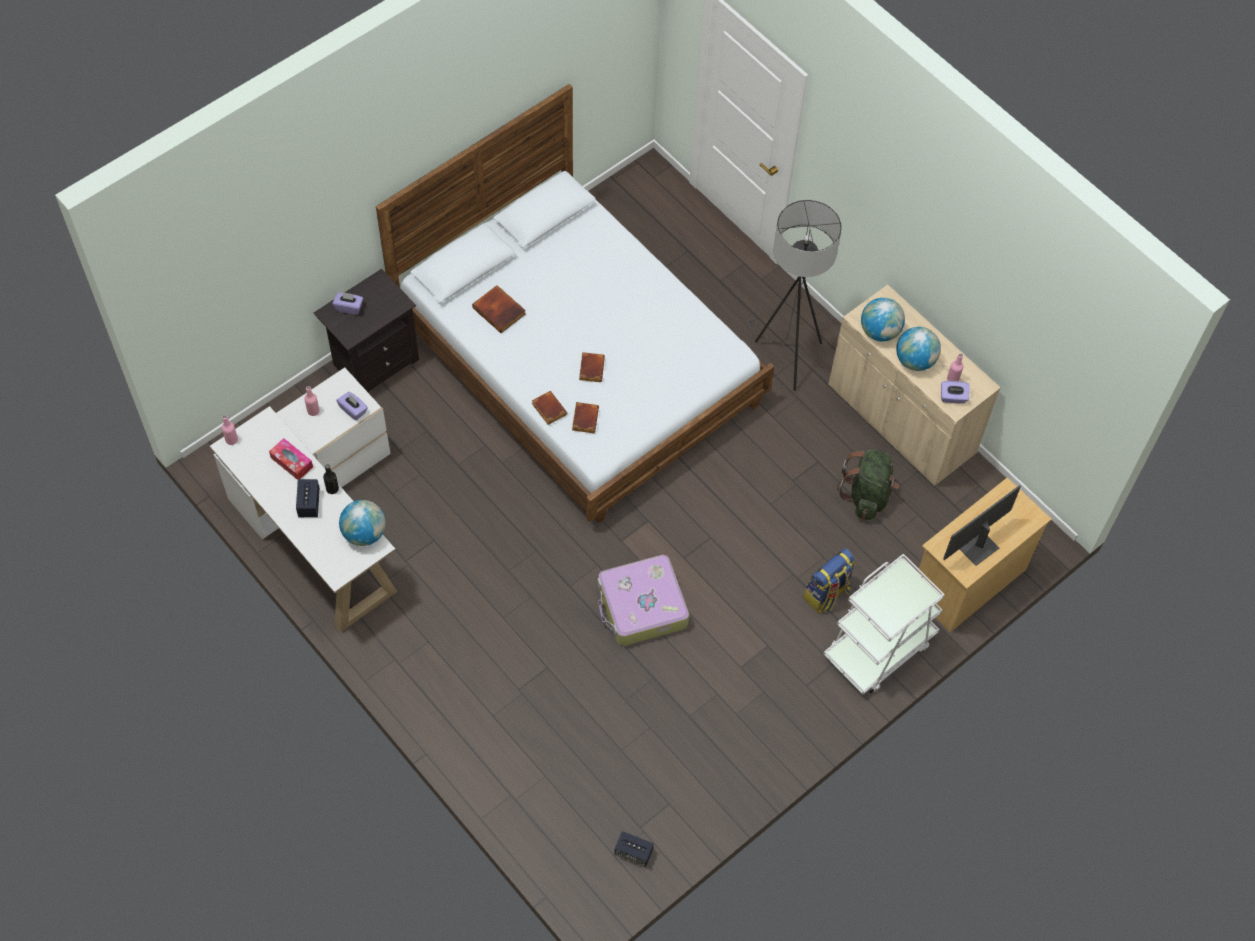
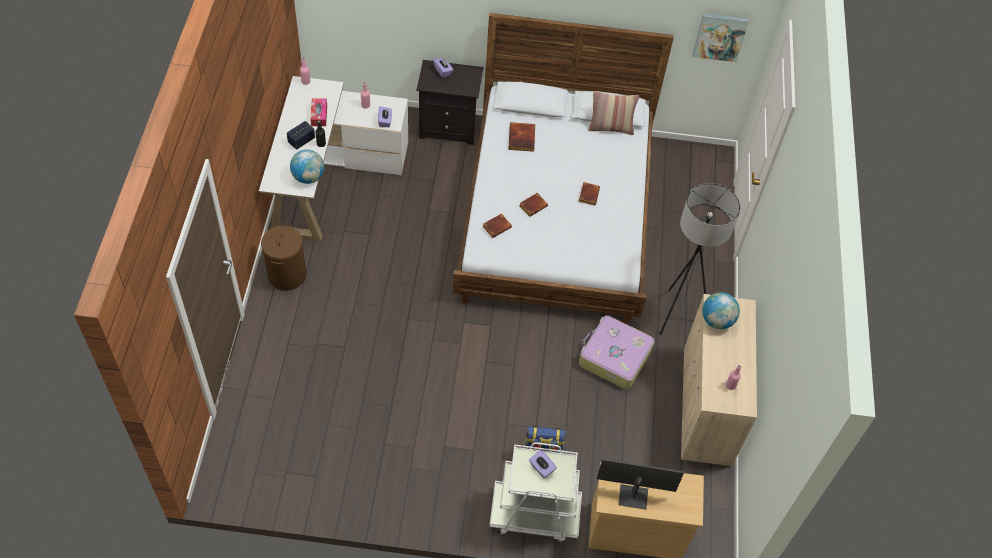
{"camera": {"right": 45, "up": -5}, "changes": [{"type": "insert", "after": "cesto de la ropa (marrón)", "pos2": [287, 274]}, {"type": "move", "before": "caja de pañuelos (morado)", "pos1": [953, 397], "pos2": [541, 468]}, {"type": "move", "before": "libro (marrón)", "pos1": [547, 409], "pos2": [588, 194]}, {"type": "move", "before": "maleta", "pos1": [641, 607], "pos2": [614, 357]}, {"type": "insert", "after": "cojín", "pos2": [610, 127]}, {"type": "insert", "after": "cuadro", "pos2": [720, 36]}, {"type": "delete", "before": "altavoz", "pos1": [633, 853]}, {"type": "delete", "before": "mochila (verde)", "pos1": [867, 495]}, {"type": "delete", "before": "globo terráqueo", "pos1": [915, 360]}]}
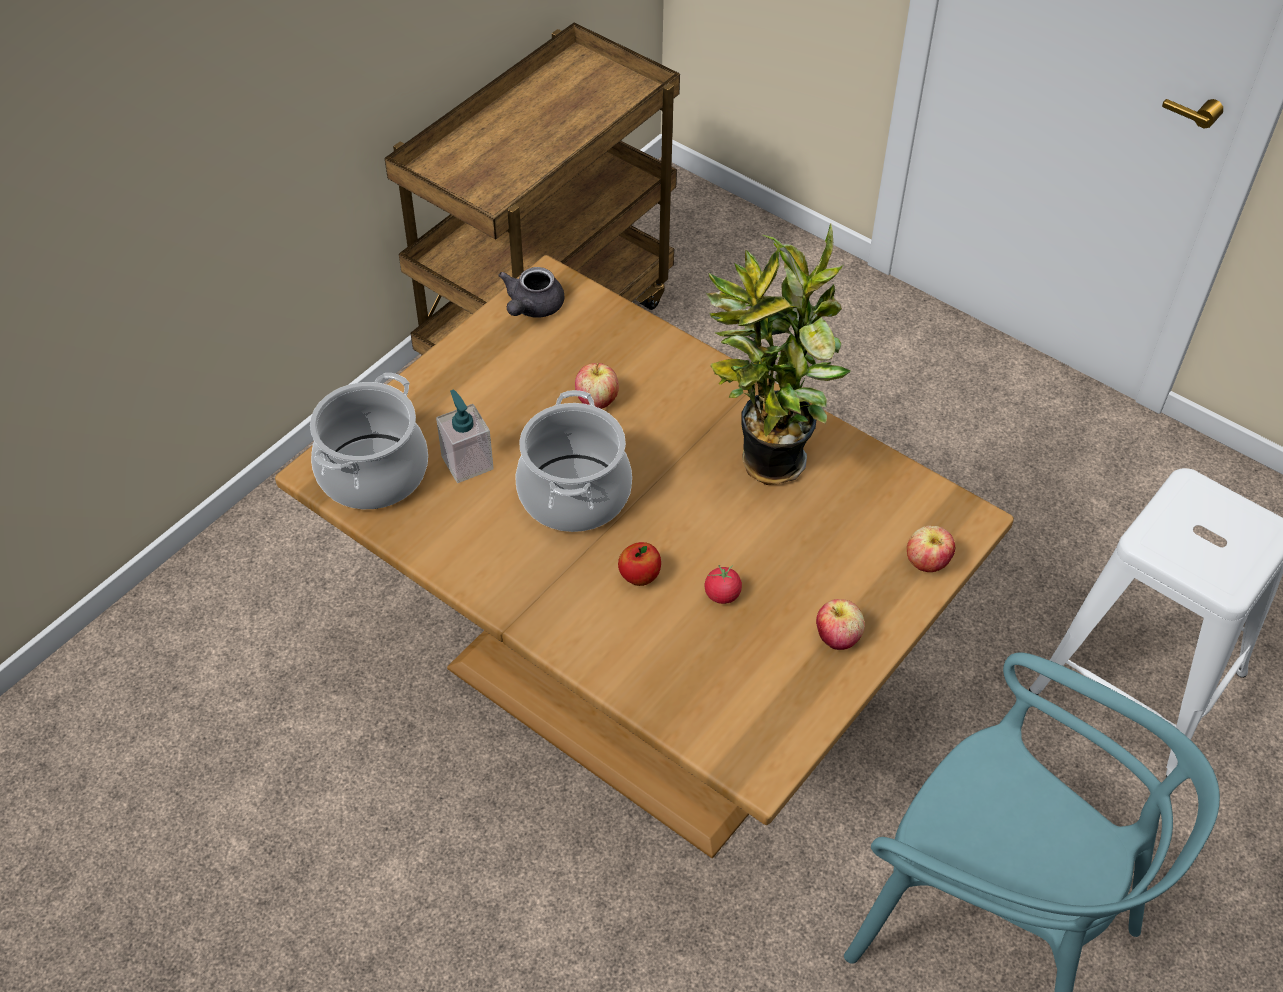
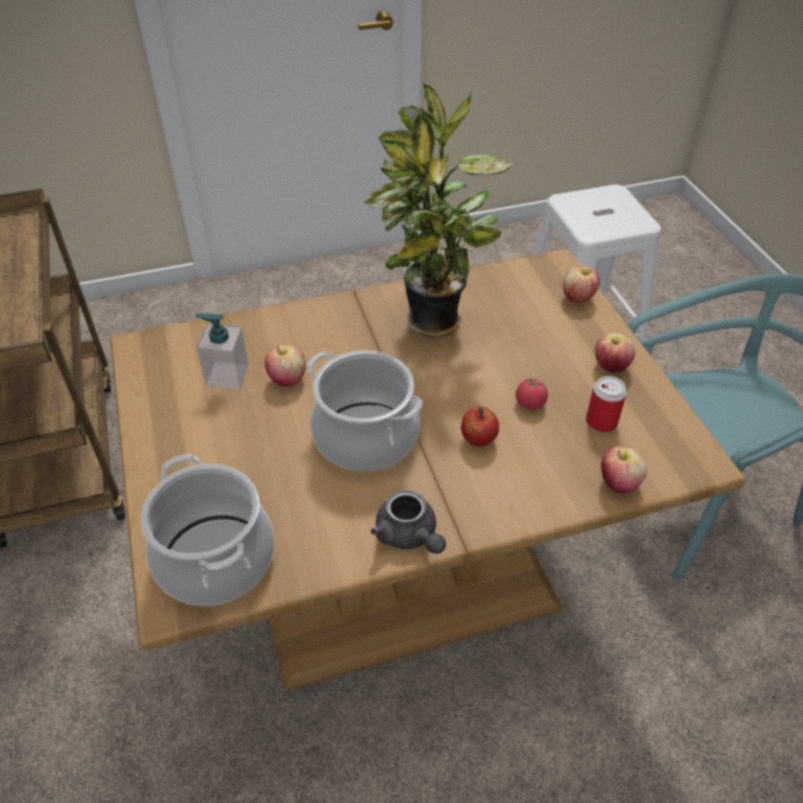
{"camera": {"right": -55, "up": -5}, "changes": [{"type": "move", "before": "dispensador de jabón", "pos1": [467, 462], "pos2": [227, 375]}, {"type": "move", "before": "tetera (gris)", "pos1": [532, 308], "pos2": [409, 536]}, {"type": "insert", "after": "lata", "pos2": [601, 422]}, {"type": "insert", "after": "manzana", "pos2": [618, 483]}]}
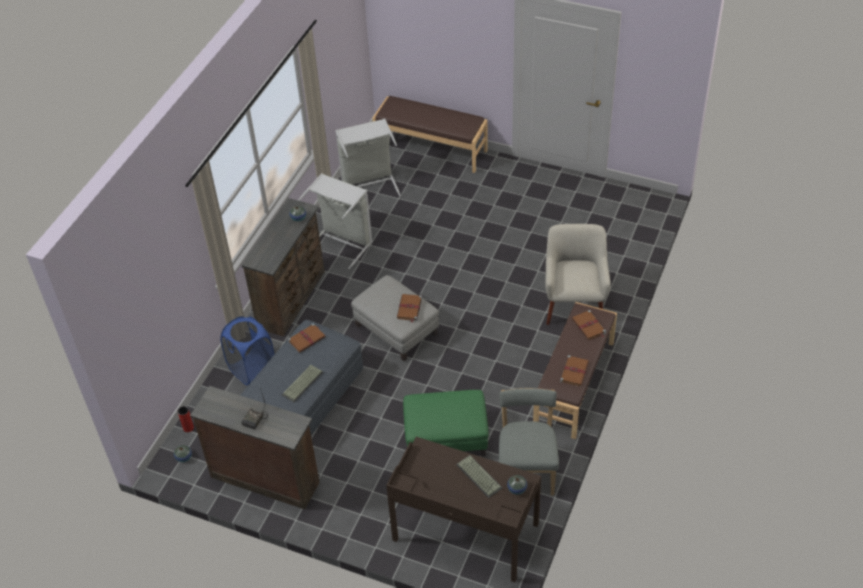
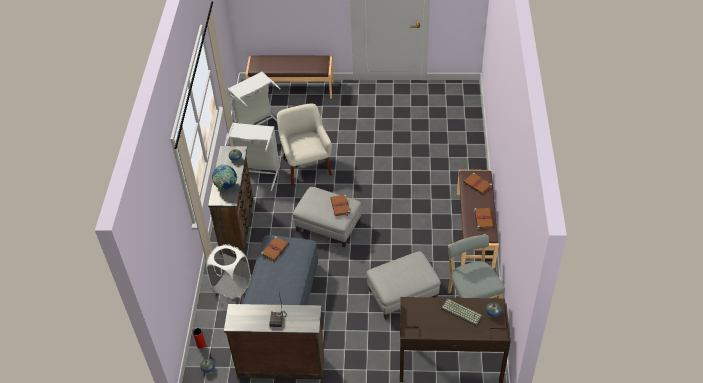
{"camera": {"right": -20, "up": 0}, "changes": [{"type": "recolor", "before": "cesto de la ropa (azul)", "after": "cesto de la ropa (blanco)", "pos1": [252, 370], "pos2": [231, 286]}, {"type": "insert", "after": "globo terráqueo", "pos2": [226, 186]}, {"type": "move", "before": "sillón (beis)", "pos1": [574, 303], "pos2": [306, 165]}, {"type": "recolor", "before": "puf (verde)", "after": "puf (gris)", "pos1": [446, 438], "pos2": [402, 294]}, {"type": "delete", "before": "teclado", "pos1": [302, 384]}]}
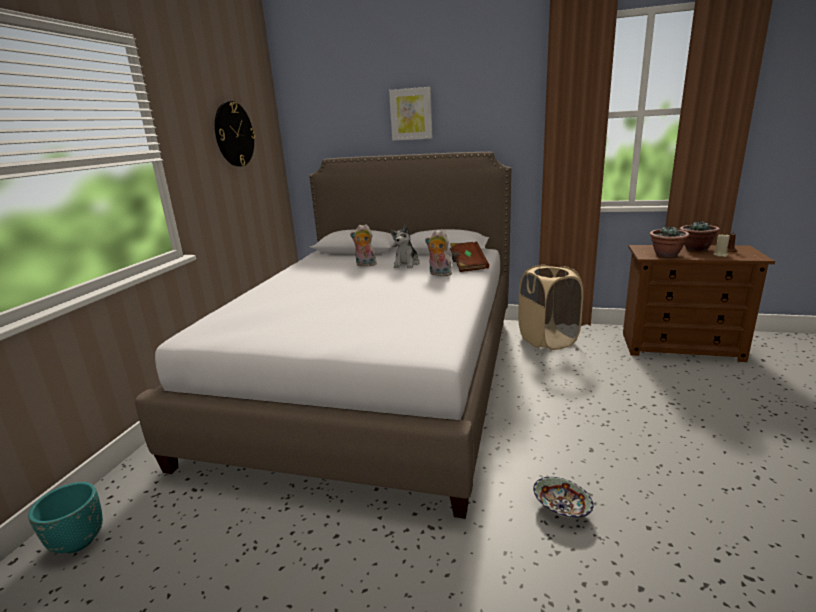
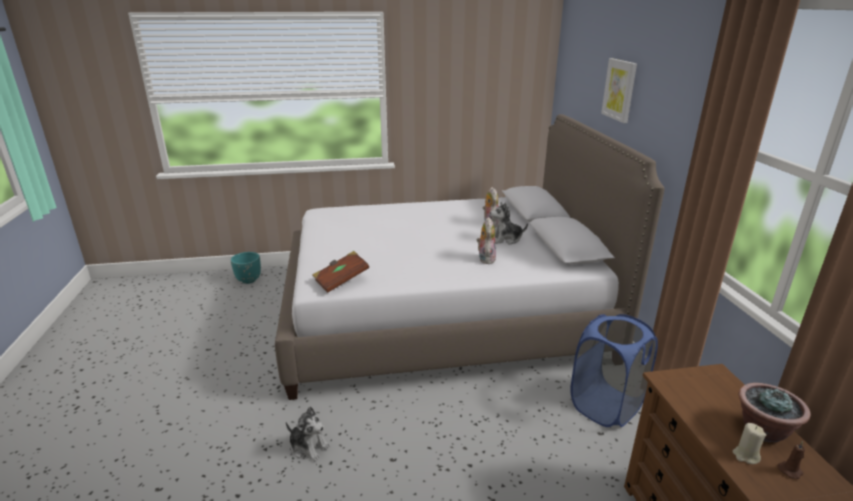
{"camera": {"right": 65, "up": 5}, "changes": [{"type": "replace", "before": "cuenco", "after": "peluche", "pos1": [561, 509], "pos2": [308, 447]}, {"type": "move", "before": "libro (marrón)", "pos1": [468, 265], "pos2": [341, 280]}, {"type": "recolor", "before": "cesto de la ropa (beis)", "after": "cesto de la ropa (azul)", "pos1": [548, 340], "pos2": [606, 406]}, {"type": "delete", "before": "reloj de pared", "pos1": [234, 134]}, {"type": "delete", "before": "planta en maceta", "pos1": [666, 254]}]}
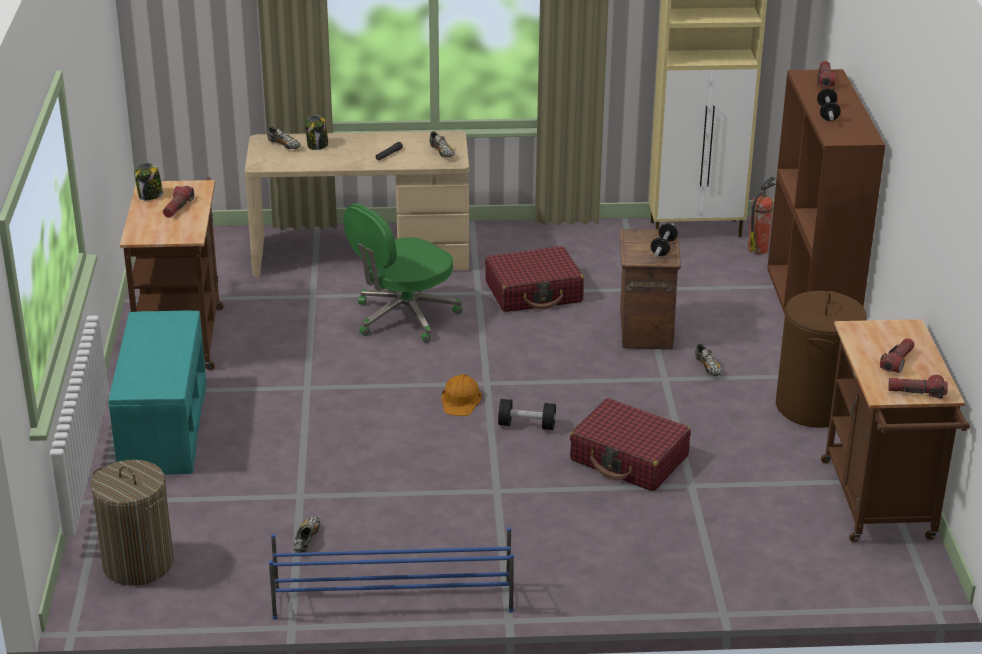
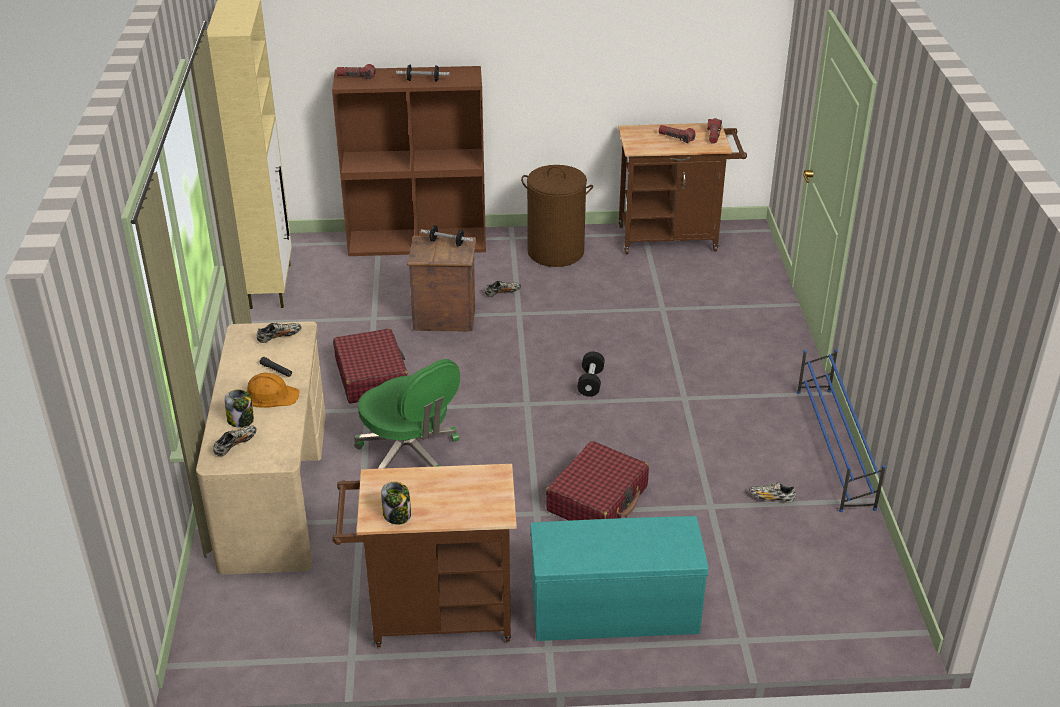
{"camera": {"right": -90, "up": 5}, "changes": [{"type": "move", "before": "casco (naranja)", "pos1": [461, 400], "pos2": [271, 395]}, {"type": "move", "before": "maleta (rojo)", "pos1": [629, 459], "pos2": [597, 499]}, {"type": "delete", "before": "cesto de la ropa", "pos1": [138, 563]}, {"type": "delete", "before": "linterna", "pos1": [178, 207]}, {"type": "delete", "before": "extintor", "pos1": [758, 249]}]}
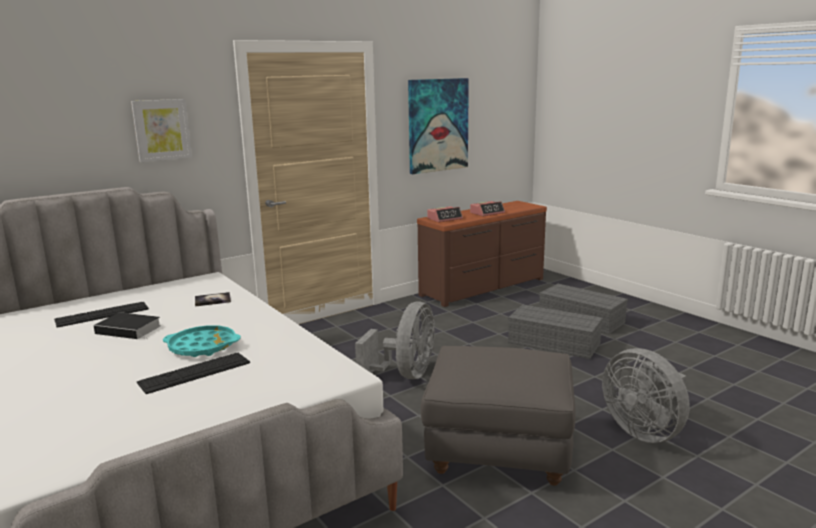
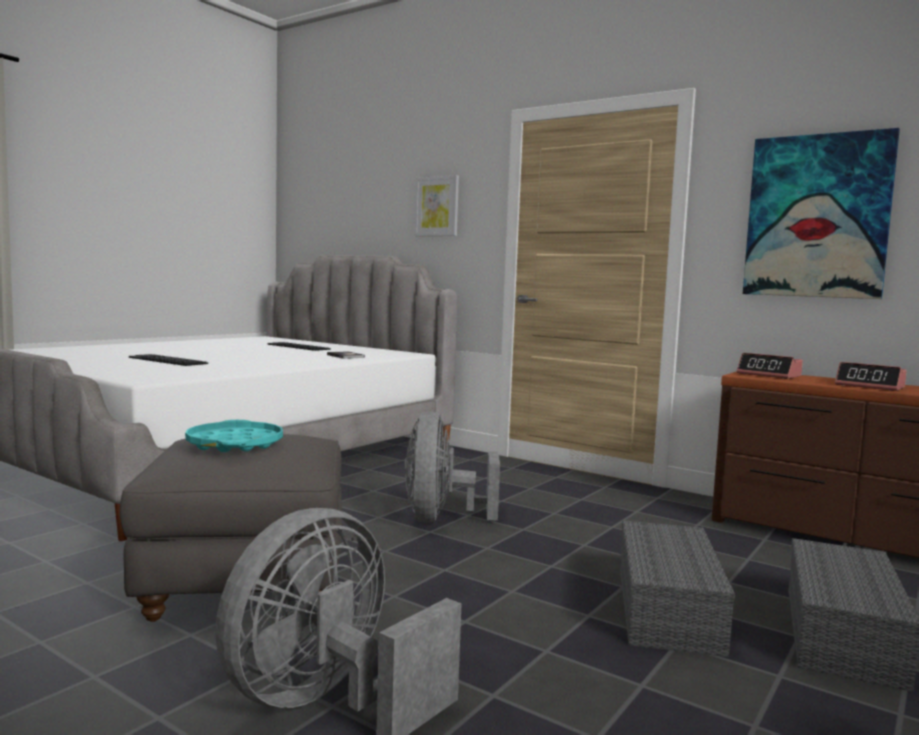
{"camera": {"right": 70, "up": -10}, "changes": [{"type": "move", "before": "bandeja (turquesa)", "pos1": [202, 347], "pos2": [235, 444]}, {"type": "rotate", "before": "ventilador (gris)", "pos1": [405, 375], "pos2": [441, 519], "turn": 90}, {"type": "delete", "before": "libro", "pos1": [130, 329]}]}
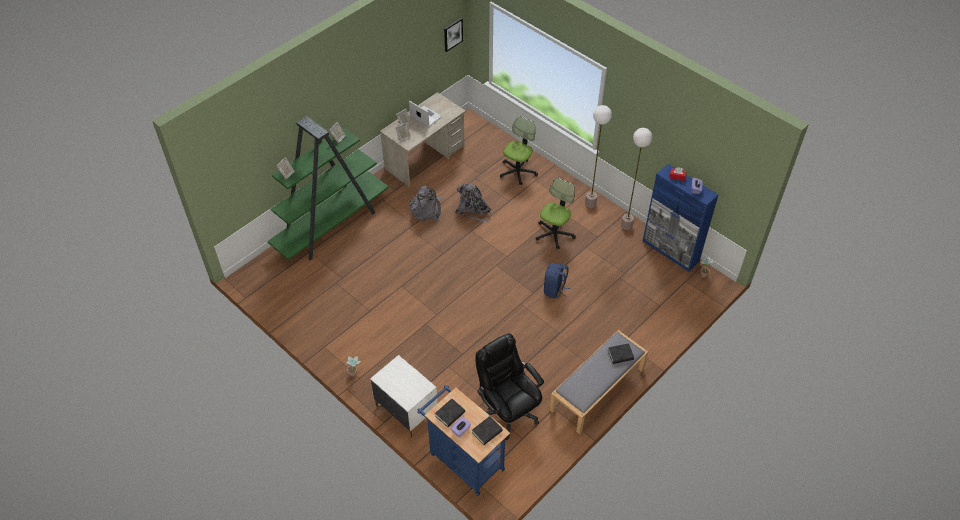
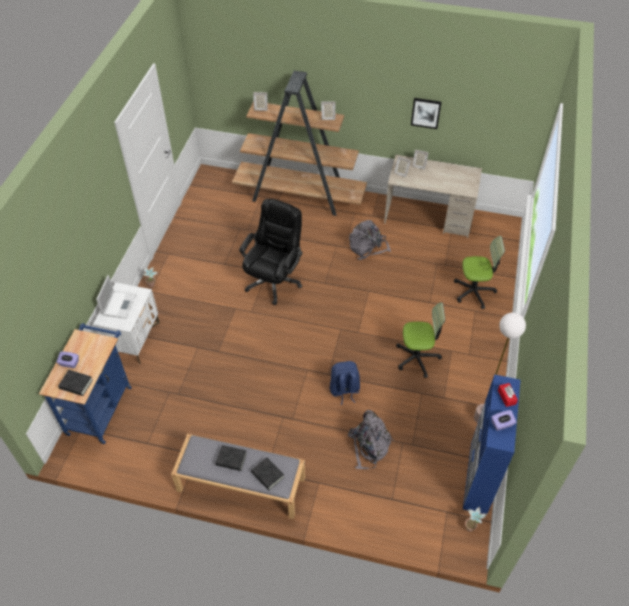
{"camera": {"right": 60, "up": 0}, "changes": [{"type": "move", "before": "portátil", "pos1": [425, 116], "pos2": [119, 304]}, {"type": "move", "before": "libro (negro)", "pos1": [450, 414], "pos2": [231, 459]}, {"type": "recolor", "before": "estantería (verde)", "after": "estantería (marrón)", "pos1": [332, 225], "pos2": [300, 196]}, {"type": "move", "before": "silla de oficina (negro)", "pos1": [508, 410], "pos2": [274, 281]}, {"type": "move", "before": "mochila (gris)", "pos1": [473, 210], "pos2": [369, 446]}, {"type": "move", "before": "cuadro", "pos1": [453, 34], "pos2": [426, 113]}, {"type": "delete", "before": "lámpara de pie", "pos1": [590, 203]}]}
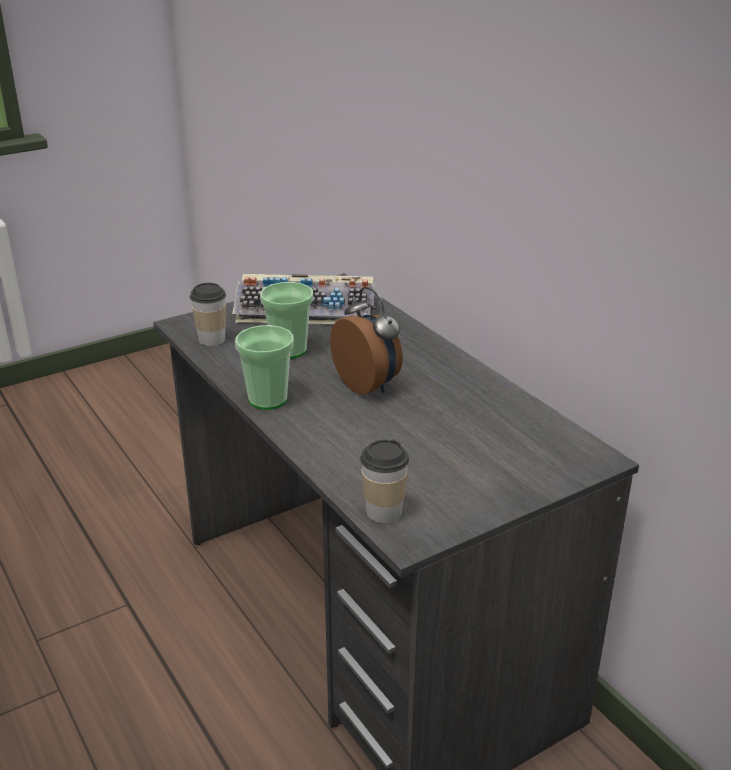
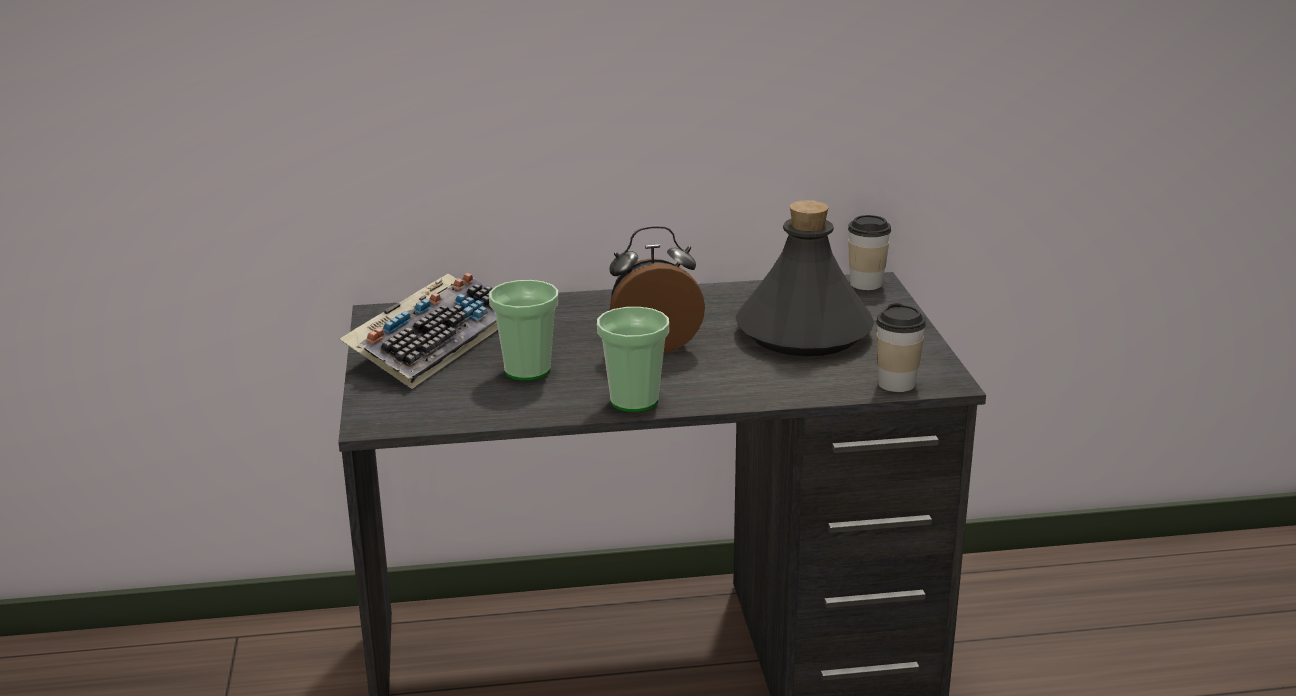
{"camera": {"right": -65, "up": -5}, "changes": [{"type": "insert", "after": "botella (gris)", "pos2": [802, 333]}, {"type": "move", "before": "taza", "pos1": [212, 339], "pos2": [866, 284]}]}
